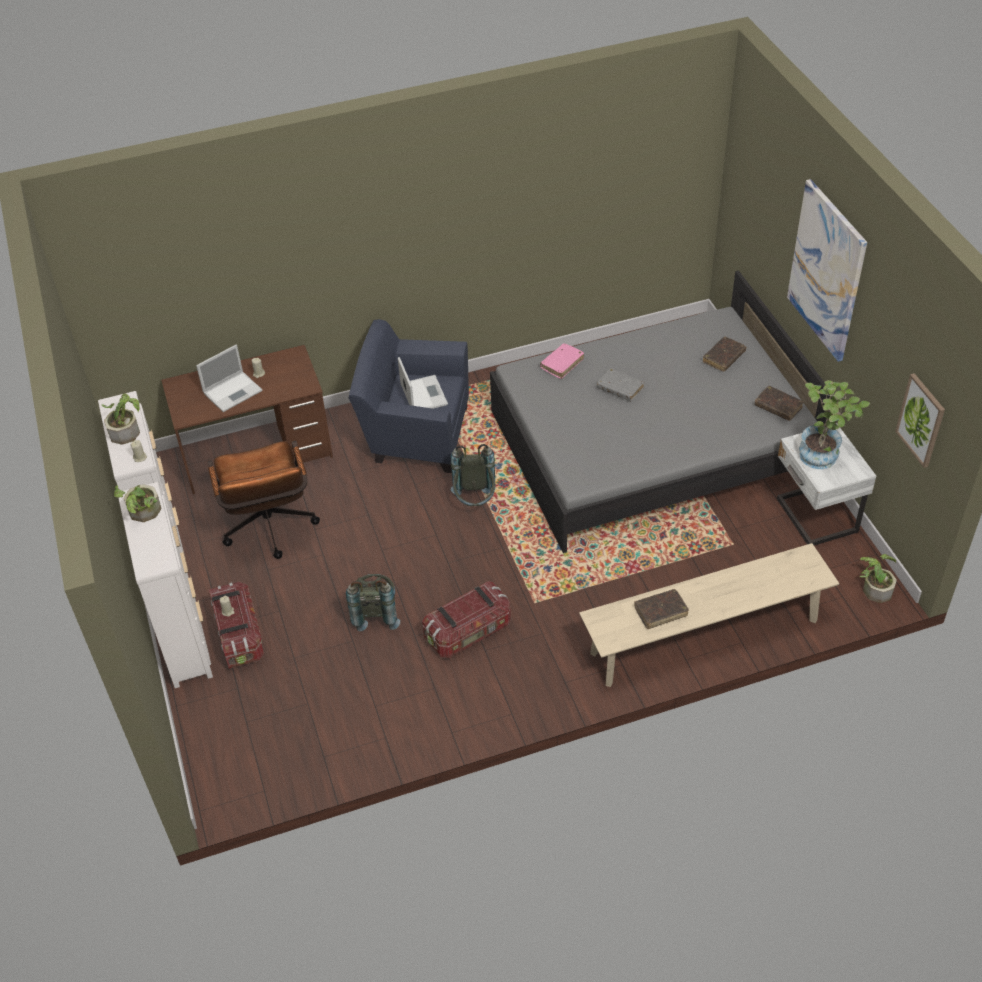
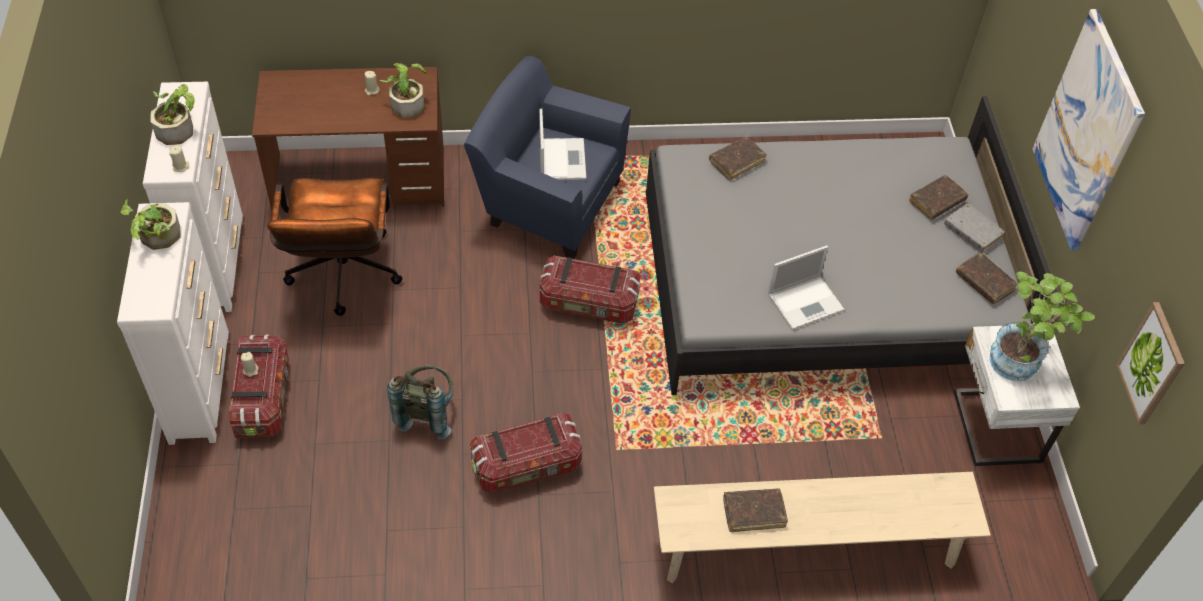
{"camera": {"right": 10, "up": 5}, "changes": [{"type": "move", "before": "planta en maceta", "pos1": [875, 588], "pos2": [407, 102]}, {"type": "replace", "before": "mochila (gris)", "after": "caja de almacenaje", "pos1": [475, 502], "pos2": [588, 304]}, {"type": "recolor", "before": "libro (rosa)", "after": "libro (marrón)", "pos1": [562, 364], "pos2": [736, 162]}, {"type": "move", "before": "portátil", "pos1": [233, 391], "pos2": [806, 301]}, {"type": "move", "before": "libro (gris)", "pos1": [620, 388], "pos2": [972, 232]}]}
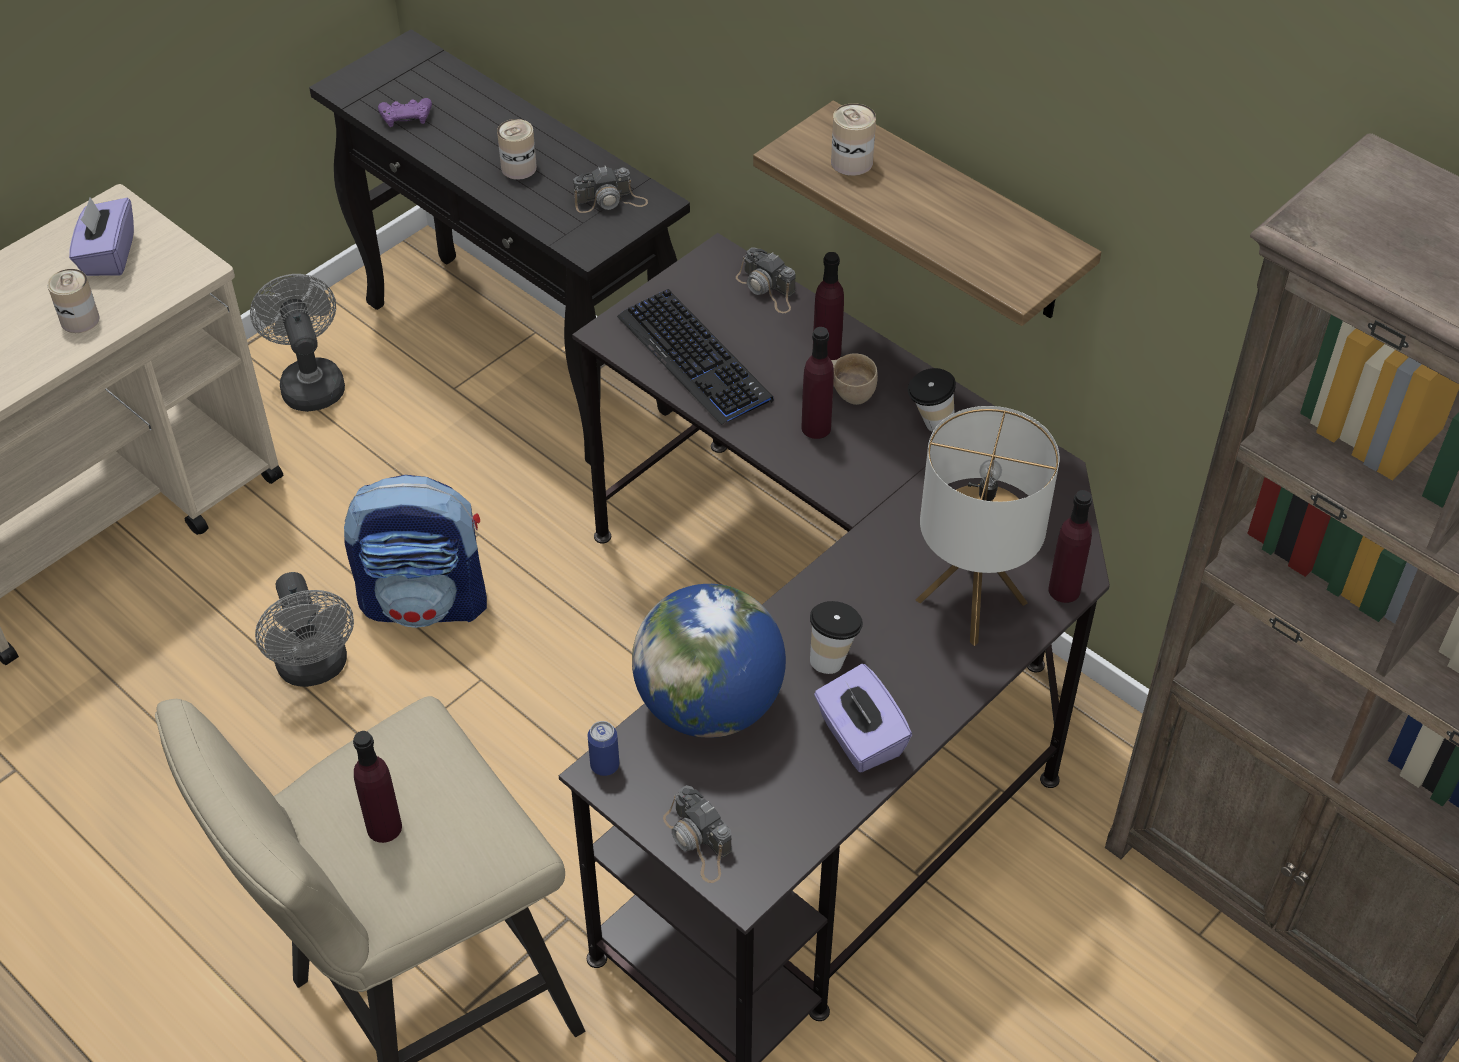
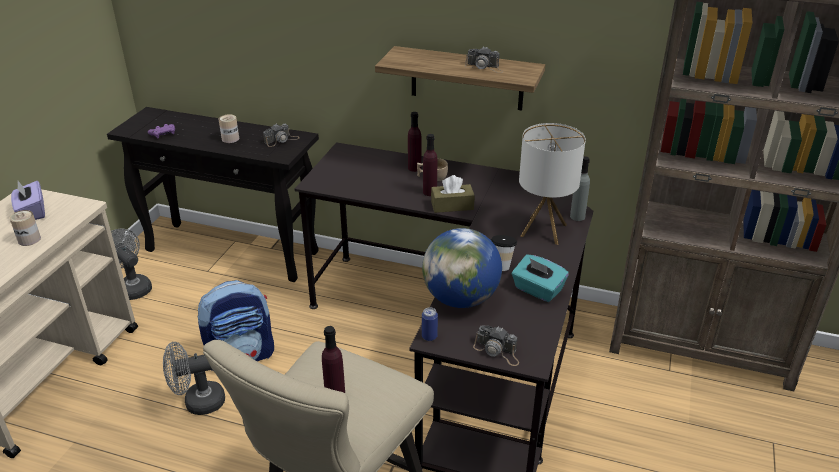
{"camera": {"right": -25, "up": -15}, "changes": [{"type": "rotate", "before": "ventilador (gris)", "pos1": [315, 669], "pos2": [198, 403], "turn": 120}, {"type": "insert", "after": "caja de pañuelos (marrón)", "pos2": [452, 205]}, {"type": "move", "before": "cámara", "pos1": [767, 289], "pos2": [484, 67]}, {"type": "recolor", "before": "caja de pañuelos (morado)", "after": "caja de pañuelos (turquesa)", "pos1": [859, 738], "pos2": [537, 290]}, {"type": "recolor", "before": "botella (morado)", "after": "botella (gris)", "pos1": [1064, 590], "pos2": [577, 216]}, {"type": "delete", "before": "teclado", "pos1": [695, 358]}, {"type": "delete", "before": "lata", "pos1": [851, 162]}, {"type": "delete", "before": "taza", "pos1": [929, 424]}]}
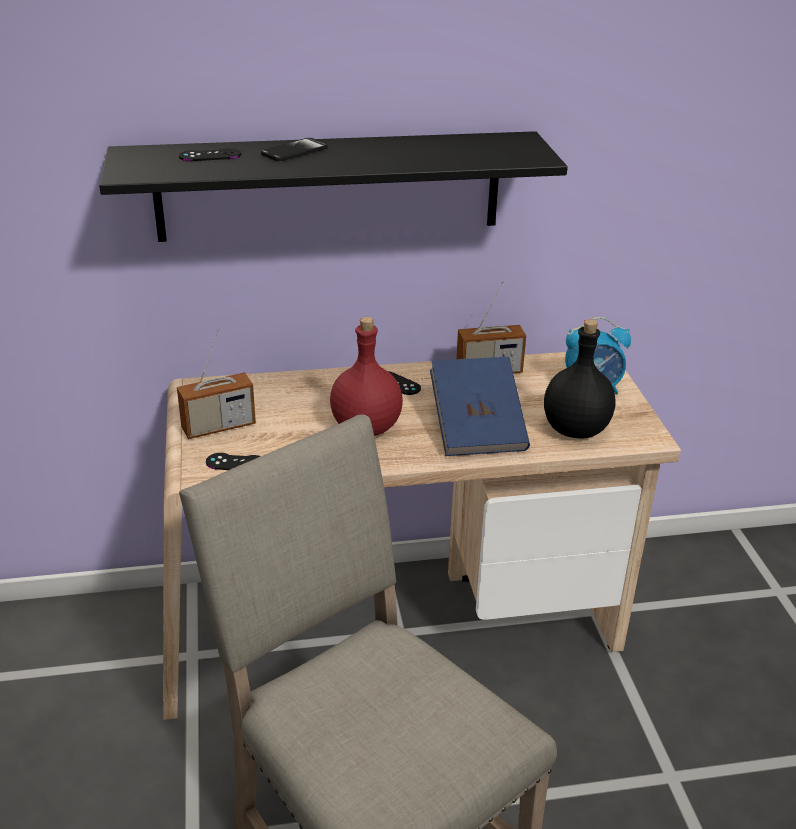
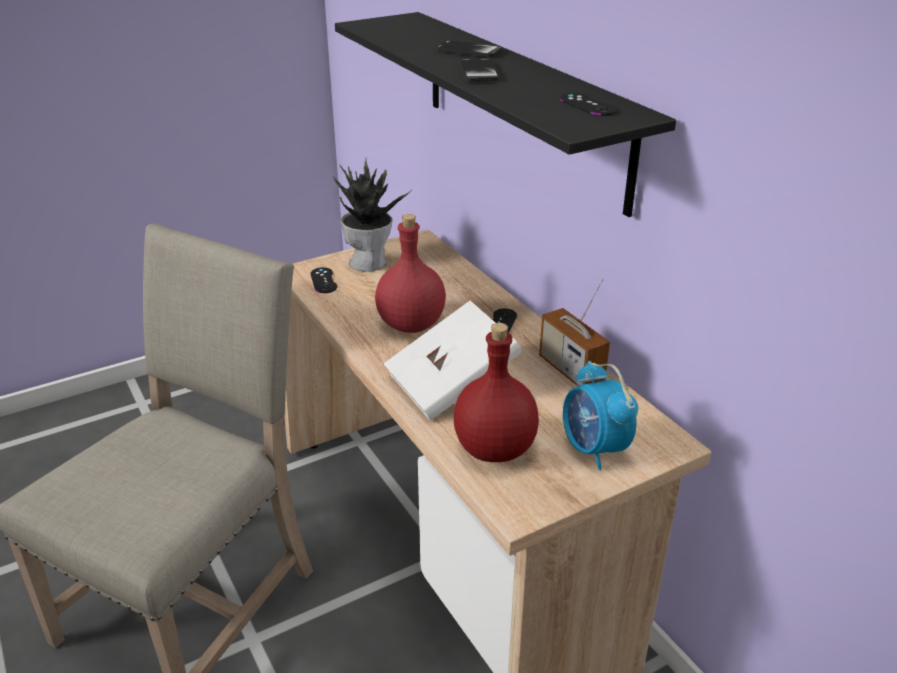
{"camera": {"right": 70, "up": 0}, "changes": [{"type": "replace", "before": "radio", "after": "planta en maceta", "pos1": [218, 427], "pos2": [369, 261]}, {"type": "recolor", "before": "libro (azul)", "after": "libro (blanco)", "pos1": [477, 428], "pos2": [451, 384]}, {"type": "recolor", "before": "botella (negro)", "after": "botella (rojo)", "pos1": [576, 430], "pos2": [494, 450]}, {"type": "insert", "after": "móvil", "pos2": [478, 72]}, {"type": "move", "before": "mando de consola (negro)", "pos1": [210, 155], "pos2": [588, 105]}]}
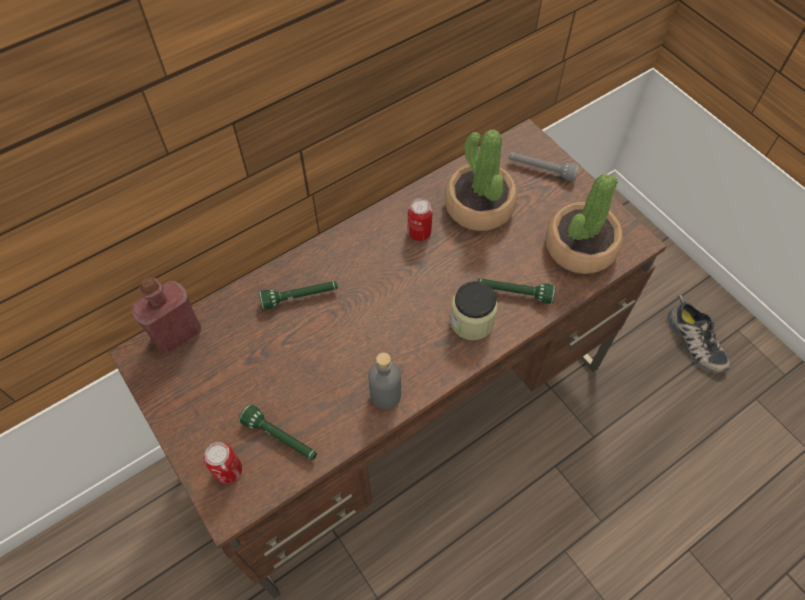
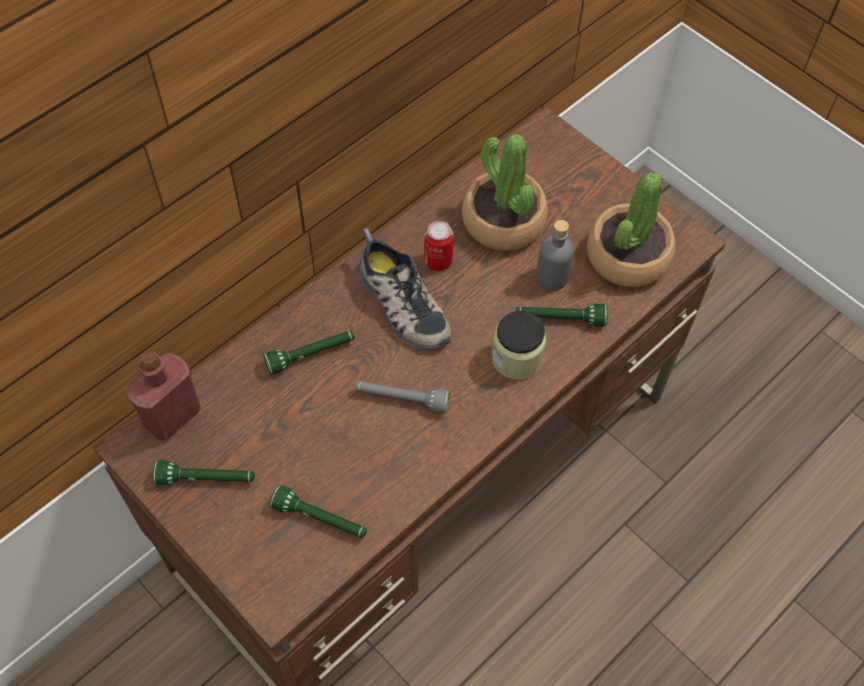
{"camera": {"right": -10, "up": 0}, "changes": [{"type": "insert", "after": "linterna (verde)", "pos2": [206, 479]}, {"type": "move", "before": "linterna (gris)", "pos1": [541, 170], "pos2": [401, 399]}, {"type": "move", "before": "zapato", "pos1": [693, 342], "pos2": [400, 304]}, {"type": "move", "before": "botella (gris)", "pos1": [385, 395], "pos2": [551, 277]}, {"type": "delete", "before": "lata", "pos1": [228, 470]}]}
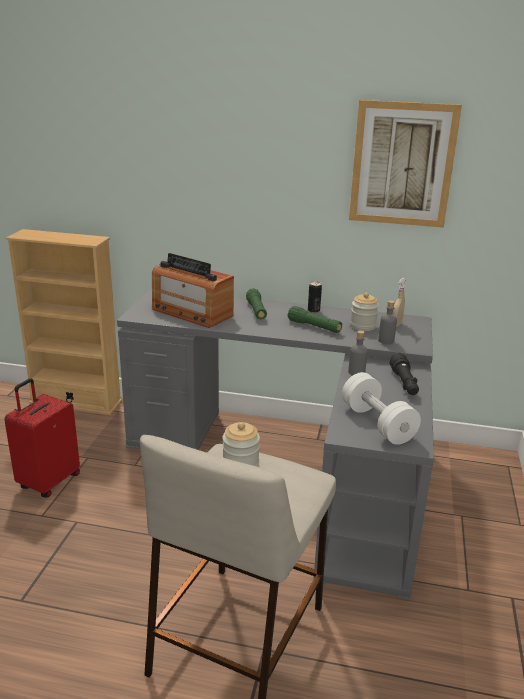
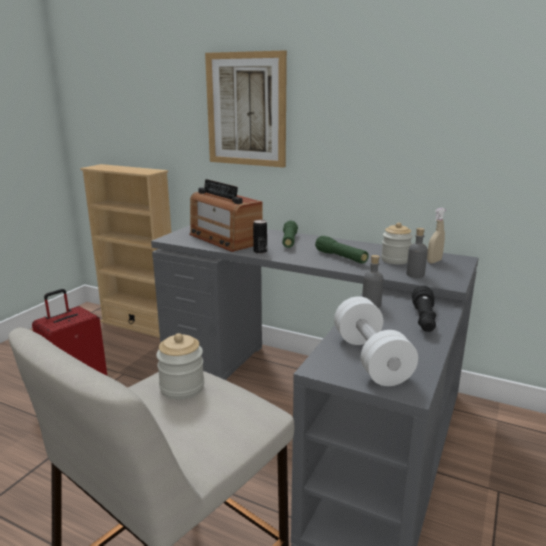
{"camera": {"right": 15, "up": -5}, "changes": [{"type": "move", "before": "cuadro", "pos1": [402, 164], "pos2": [246, 110]}, {"type": "move", "before": "lata", "pos1": [313, 310], "pos2": [260, 251]}]}
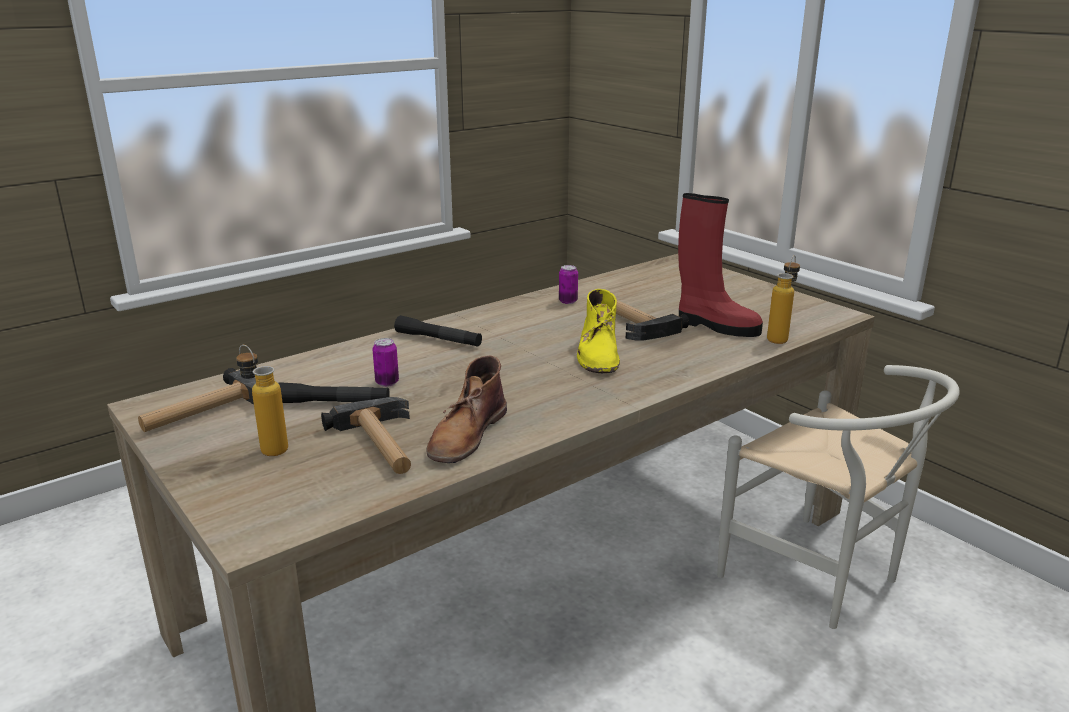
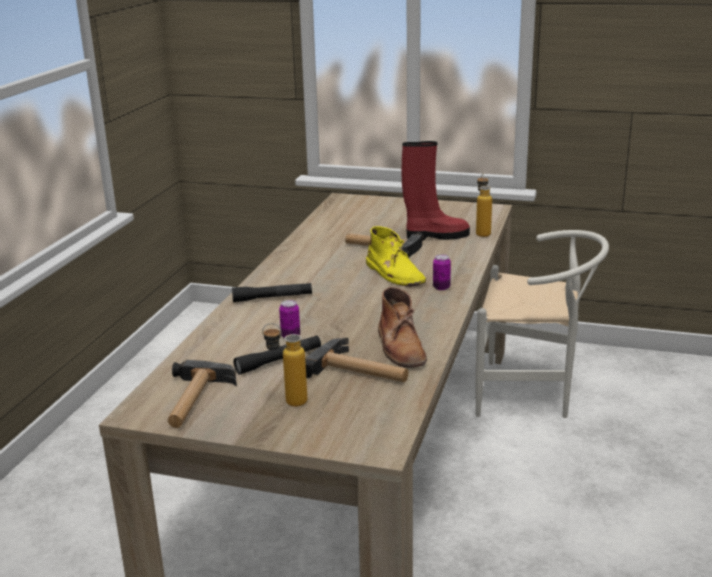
{"camera": {"right": -35, "up": 0}, "changes": [{"type": "move", "before": "lata", "pos1": [568, 301], "pos2": [441, 287]}]}
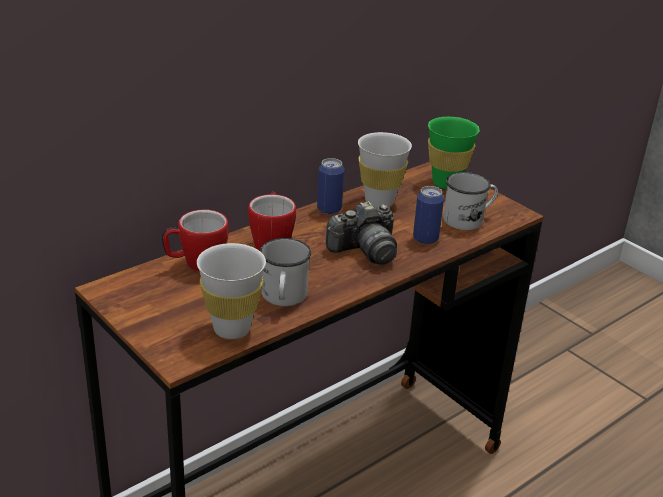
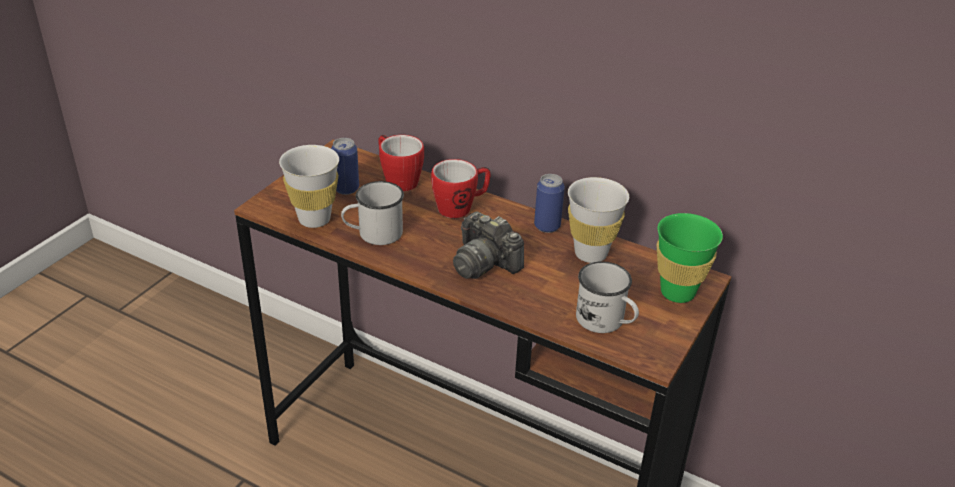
{"camera": {"right": 70, "up": 5}, "changes": [{"type": "move", "before": "lata", "pos1": [425, 239], "pos2": [346, 189]}]}
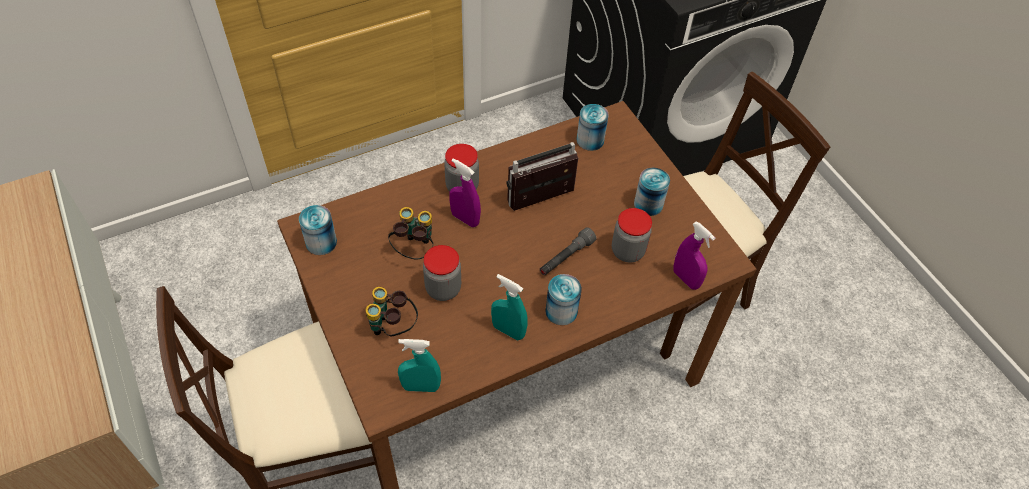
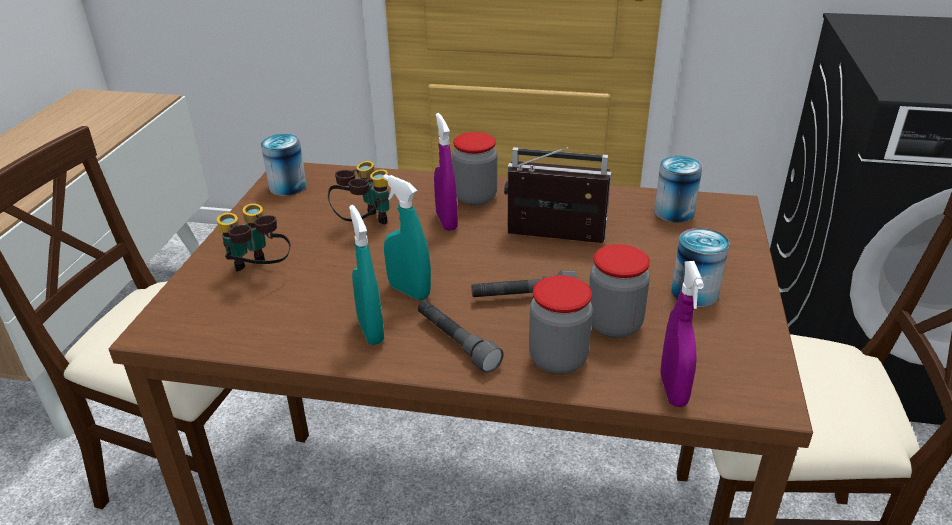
{"camera": {"right": 40, "up": -20}, "changes": [{"type": "move", "before": "pulverizador (turquesa)", "pos1": [421, 387], "pos2": [409, 291]}, {"type": "replace", "before": "lata", "after": "linterna (gris)", "pos1": [561, 311], "pos2": [456, 343]}, {"type": "move", "before": "tarro", "pos1": [443, 288], "pos2": [558, 359]}]}
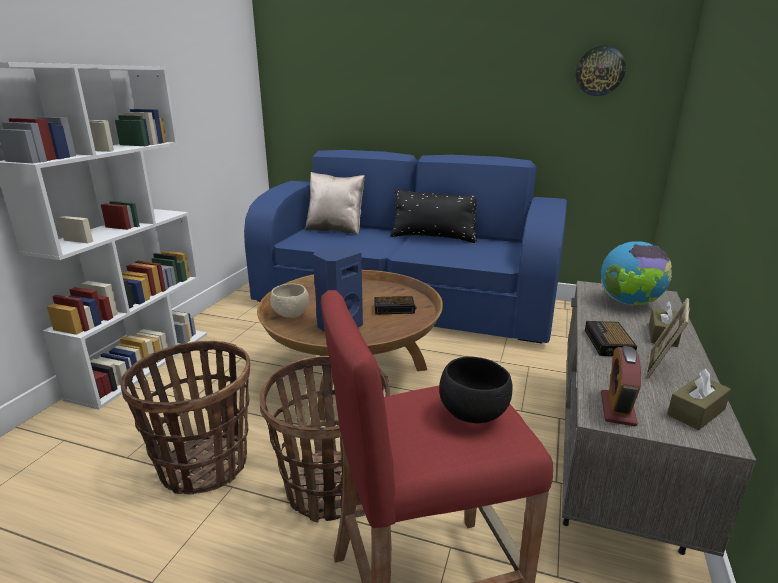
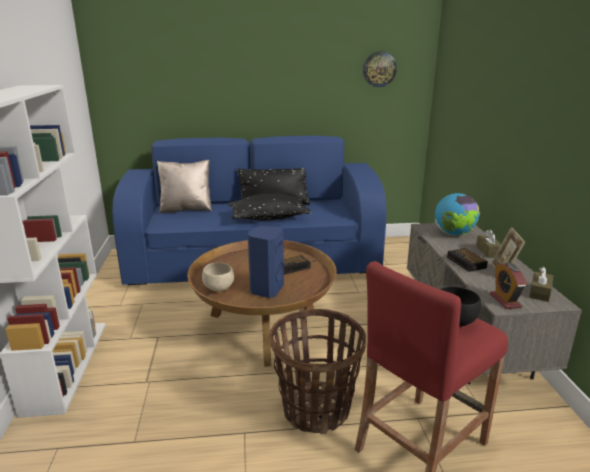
{"camera": {"right": -25, "up": 0}, "changes": [{"type": "insert", "after": "cojín (negro)", "pos2": [269, 218]}, {"type": "delete", "before": "cesta", "pos1": [203, 464]}]}
